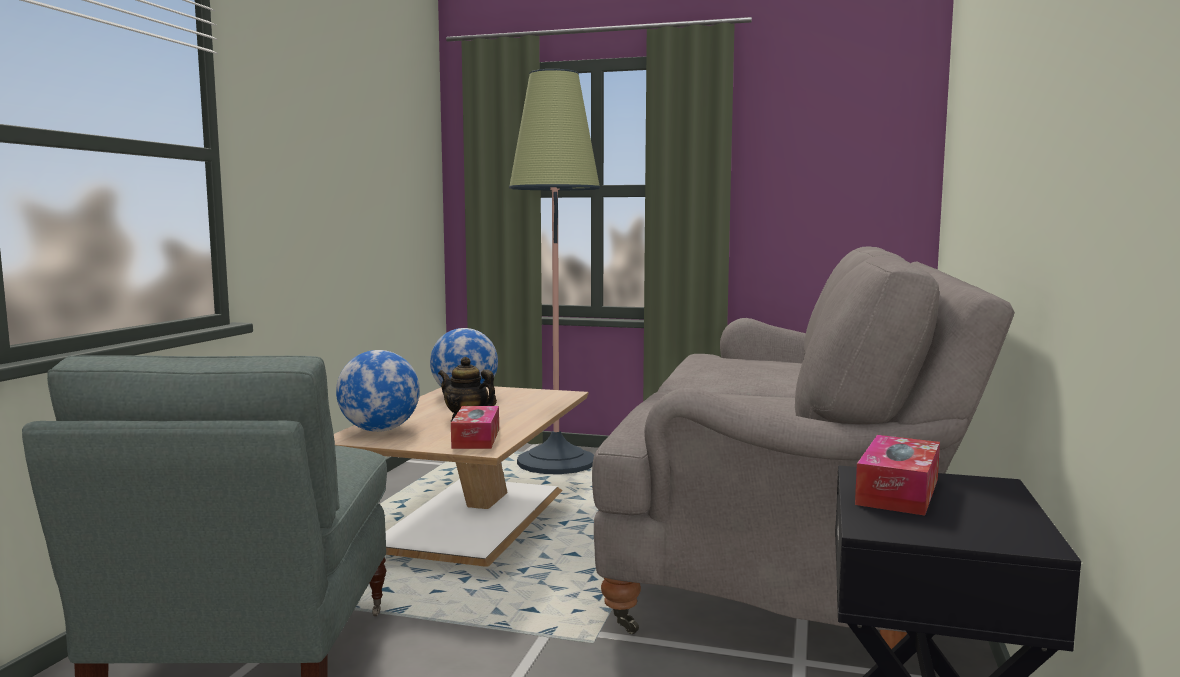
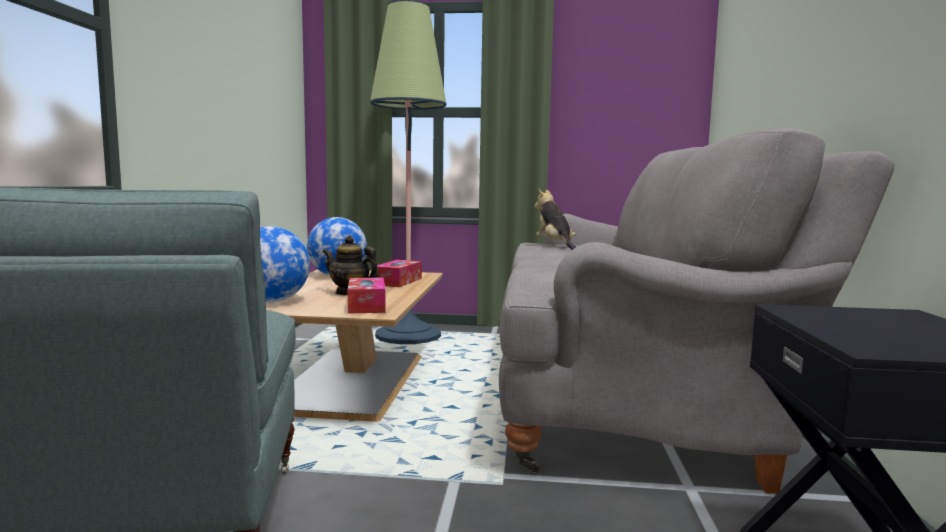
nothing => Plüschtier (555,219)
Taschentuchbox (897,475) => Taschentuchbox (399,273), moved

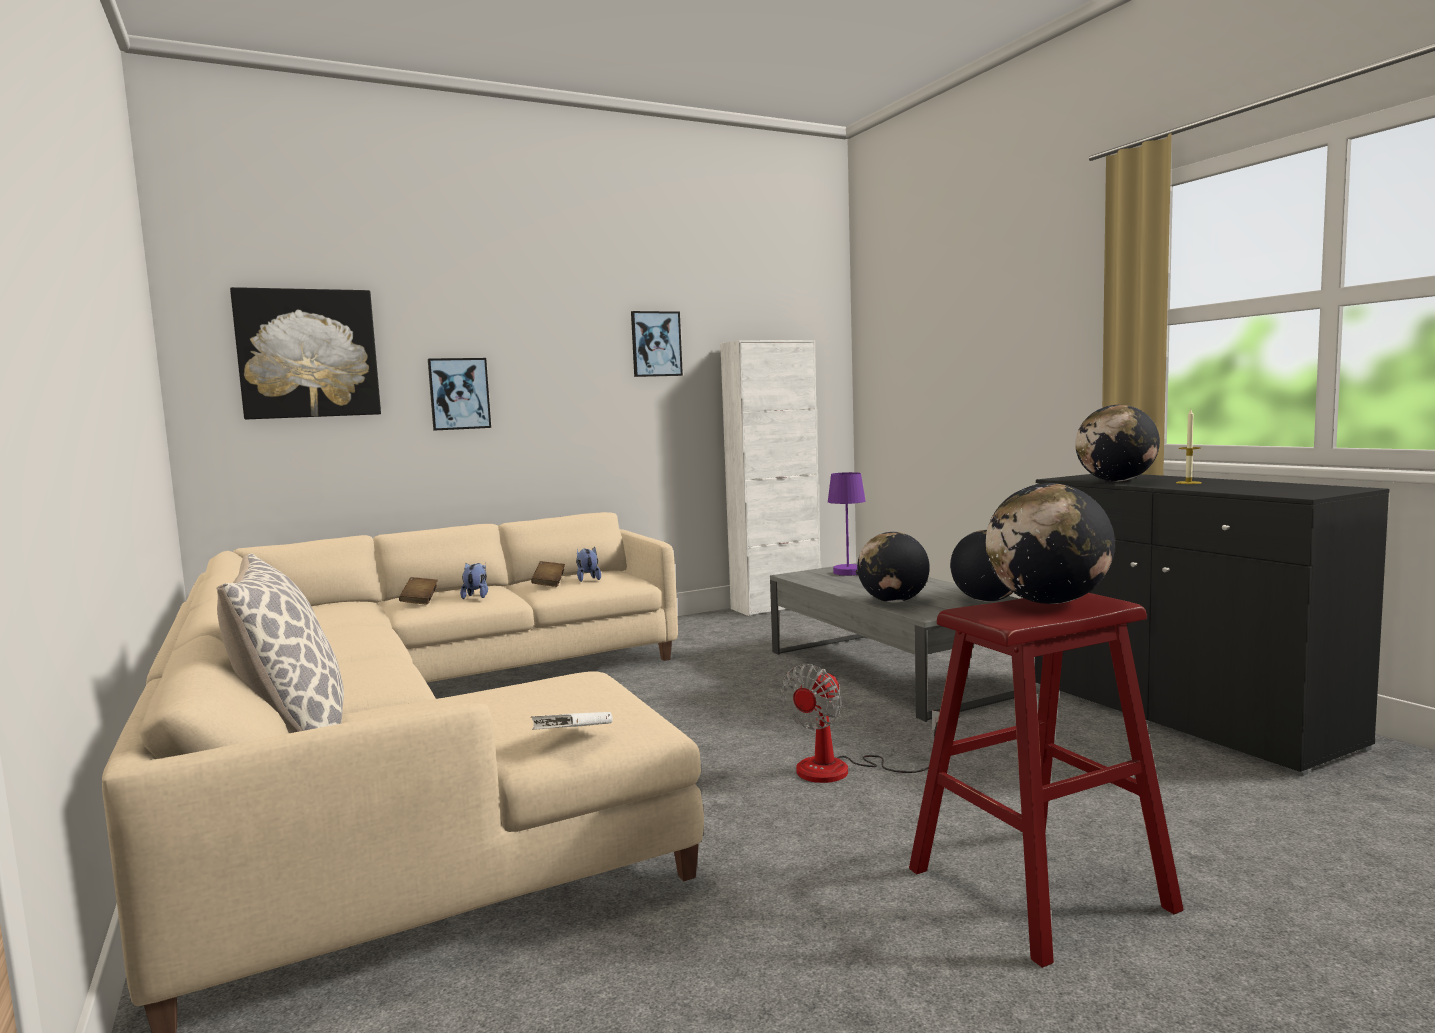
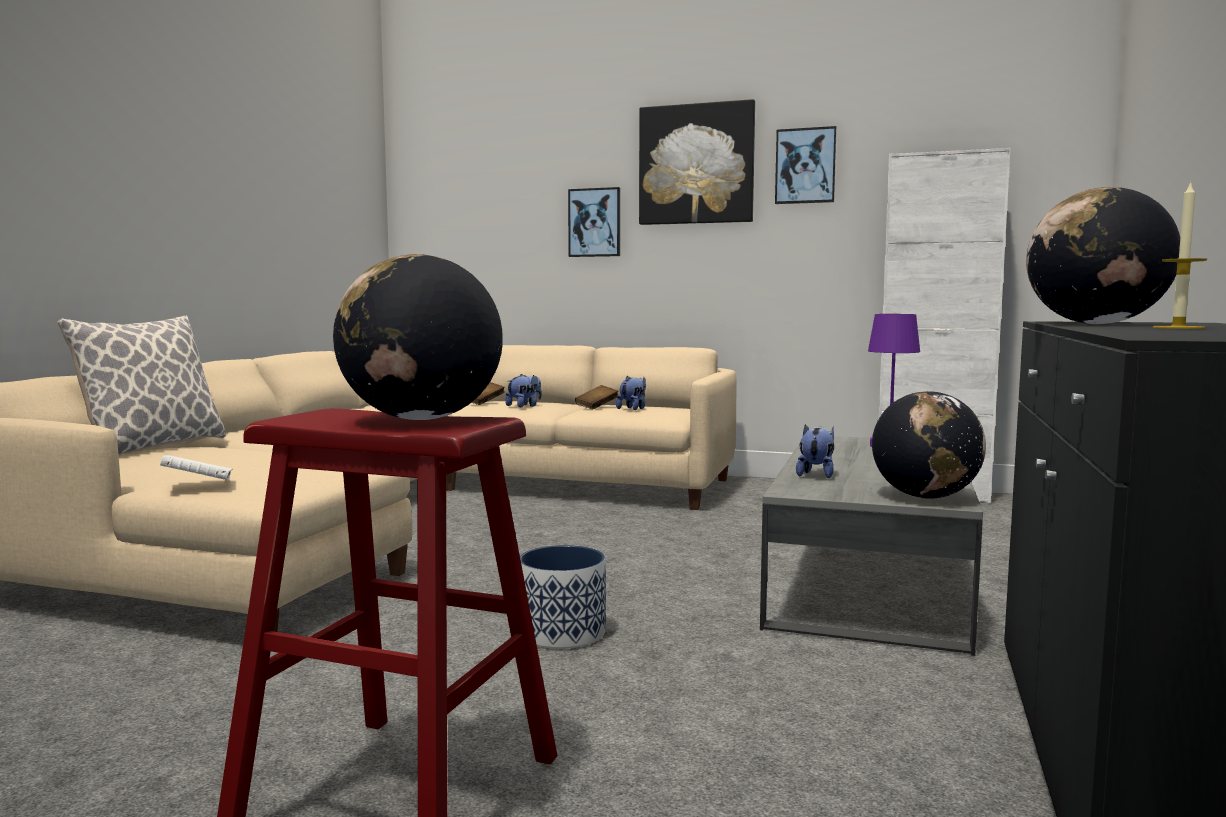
Bild (305,353) => Bild (697,162), moved
Ventilator (860,723) => Pflanzkübel (563,597)
Globus (893,567) => Plüschtier (815,451)

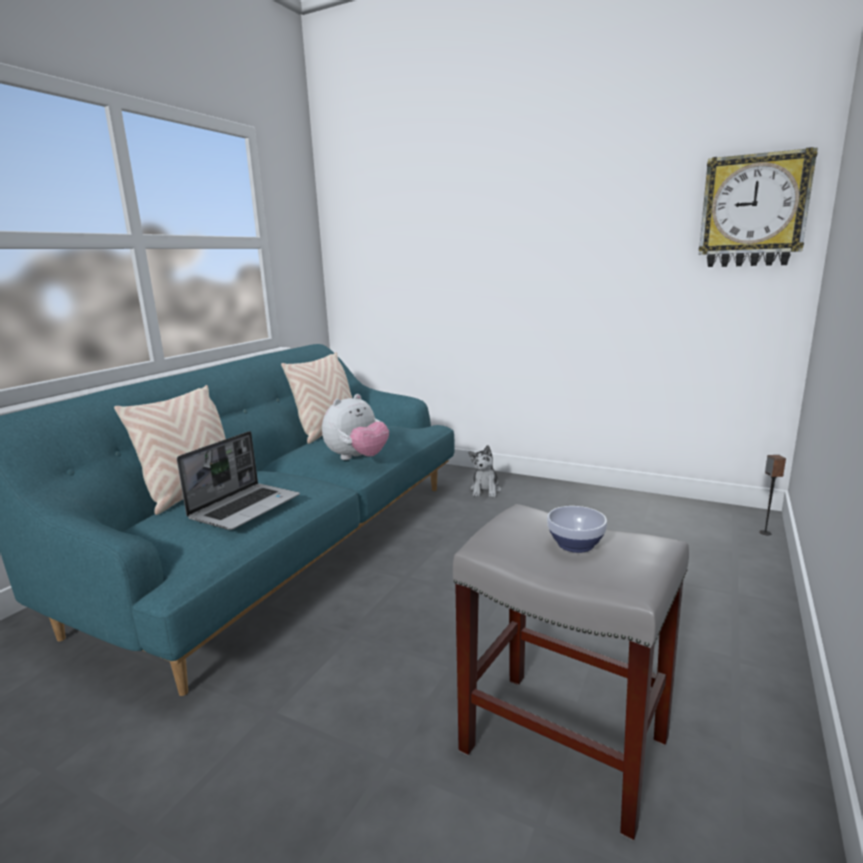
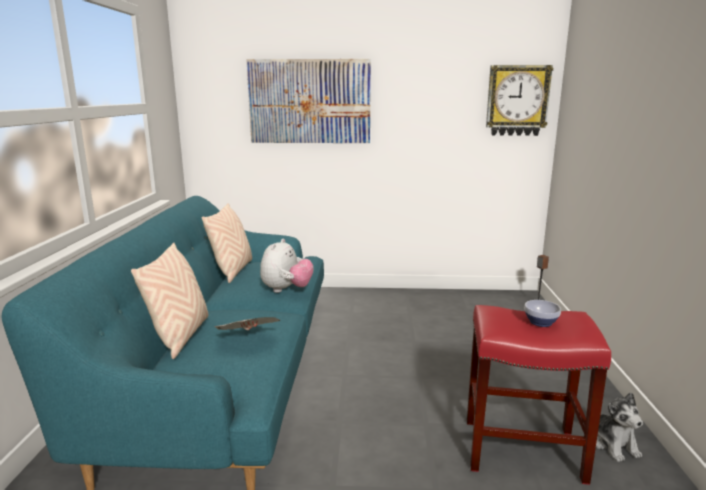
nothing => Bild (308,101)
Plüschtier (485,471) => Plüschtier (619,427), moved
Laptop (238,480) => Zeitung (247,323)
Hocker (grau) (571,672) => Hocker (rot) (539,395)

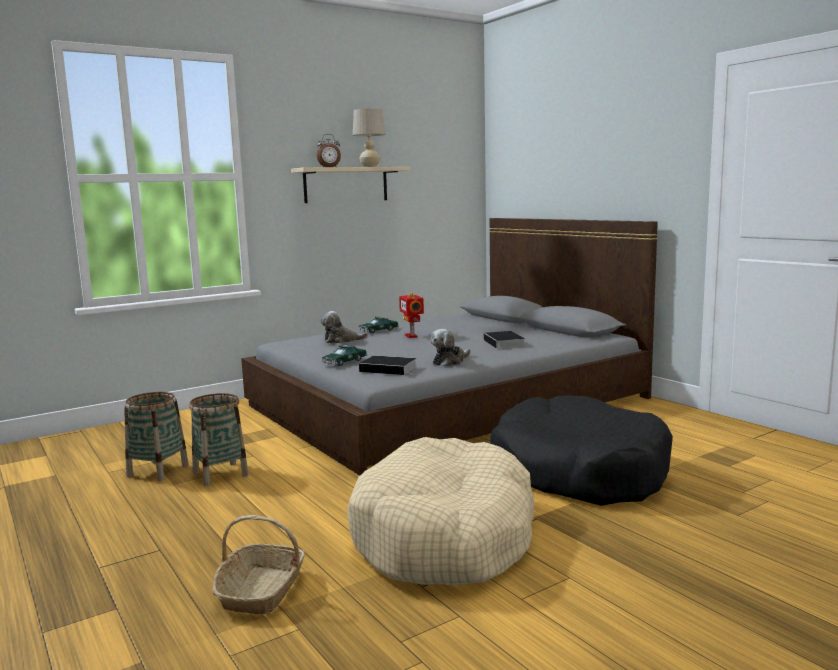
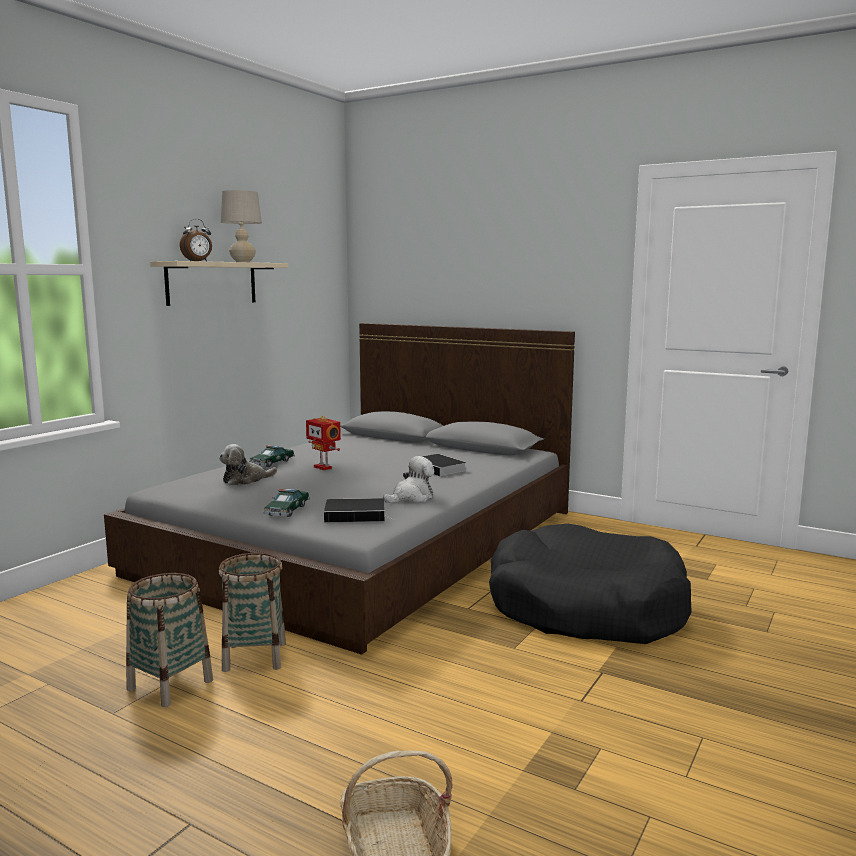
Hundebett (beige) (440,511) => nothing
Korb (156,436) => Korb (252,612), moved
Plüschtier (450,347) => Plüschtier (408,479), 150 degrees counterclockwise

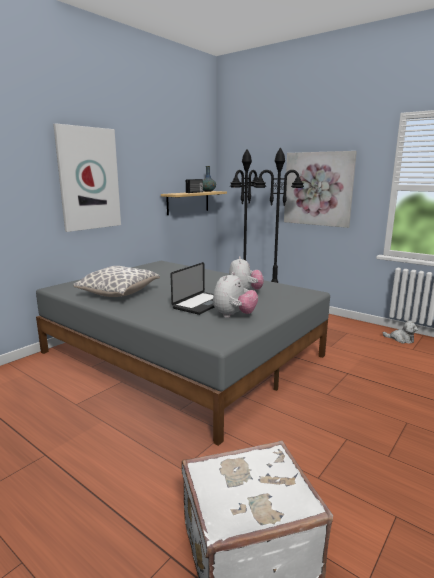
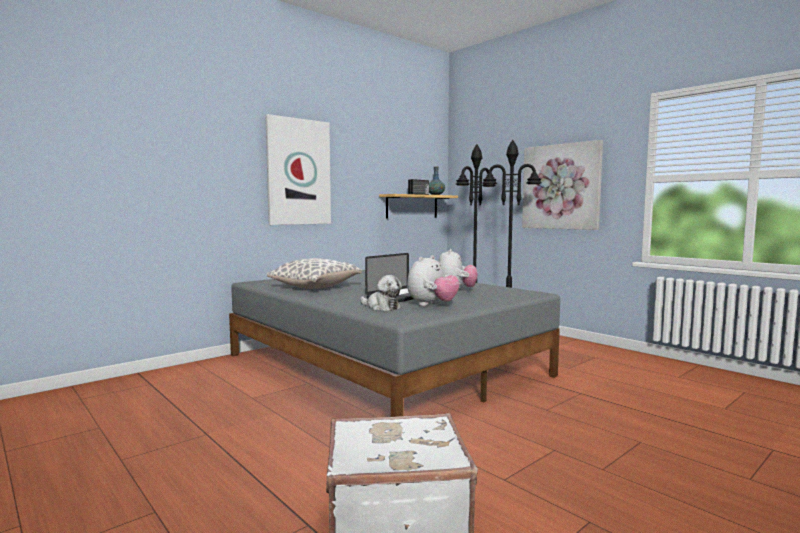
Plüschtier (400,332) => Plüschtier (381,293), moved

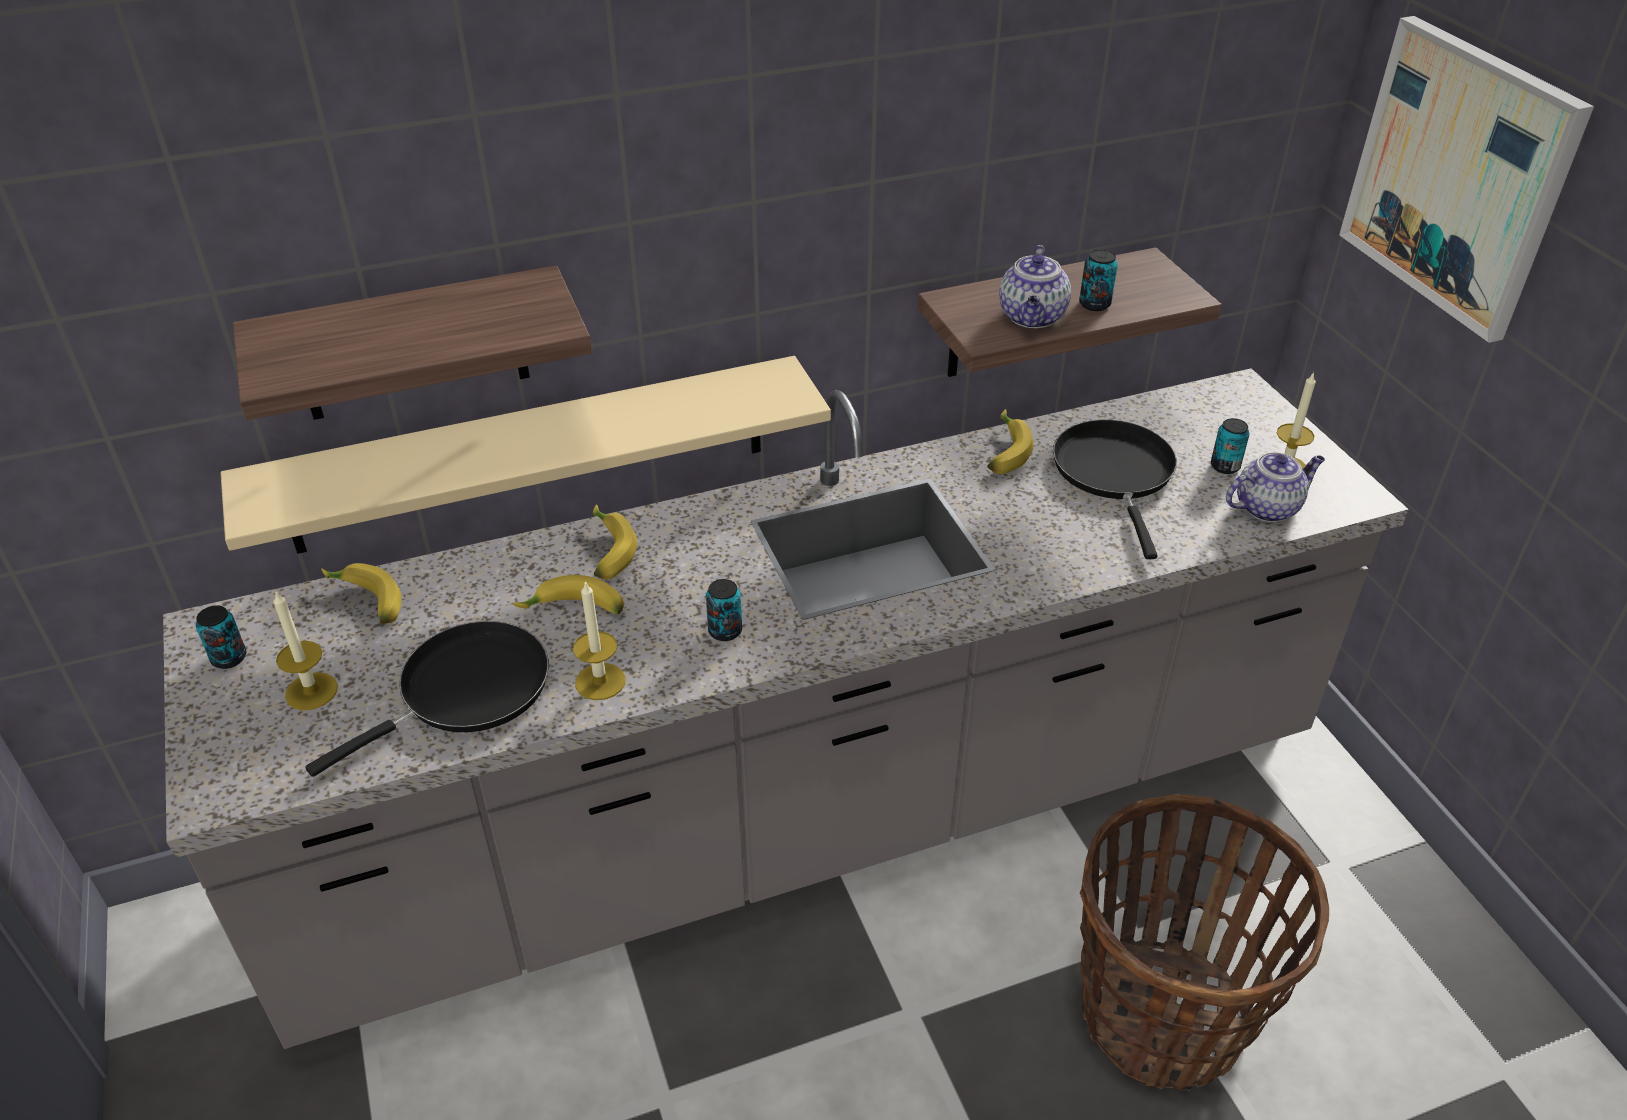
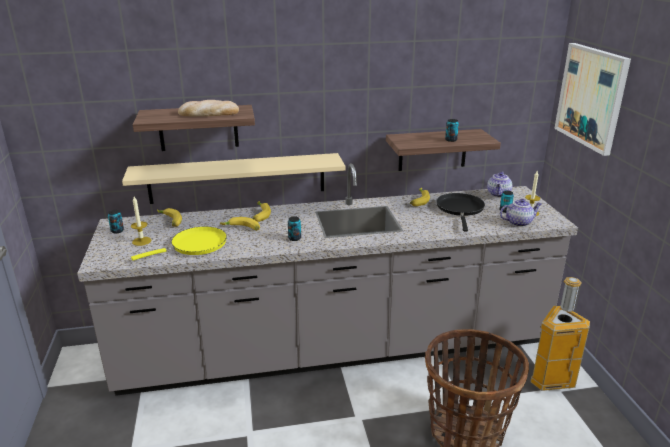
Kerze (599,640) => nothing
nothing => Brot (208,108)
nothing => Mülleimer (560,334)
Teekanne (1035,286) => Teekanne (499,184), moved
Pfanne (schwarz) (427,699) => Pfanne (gelb) (179,243)

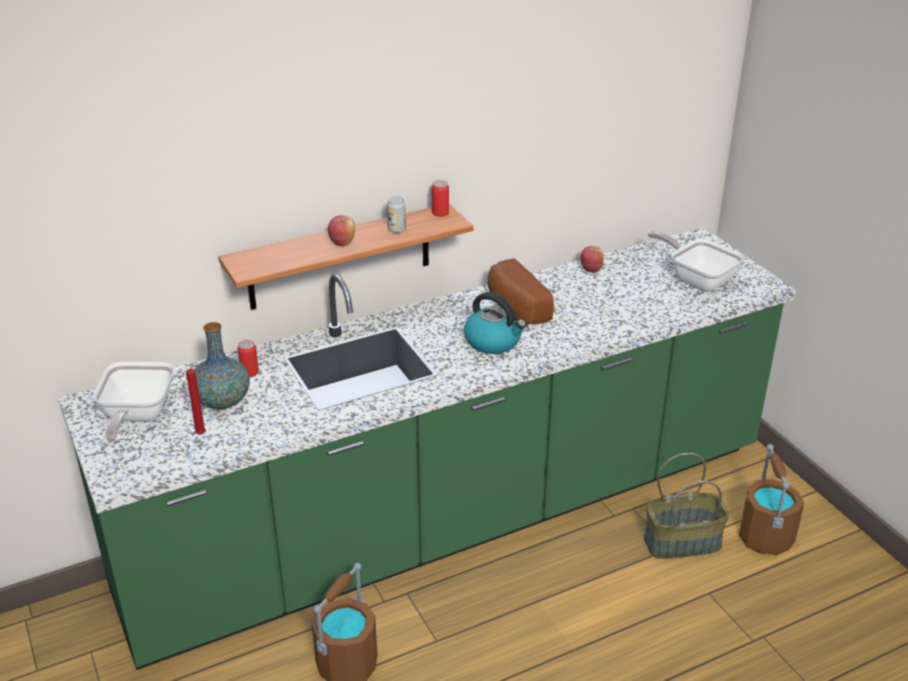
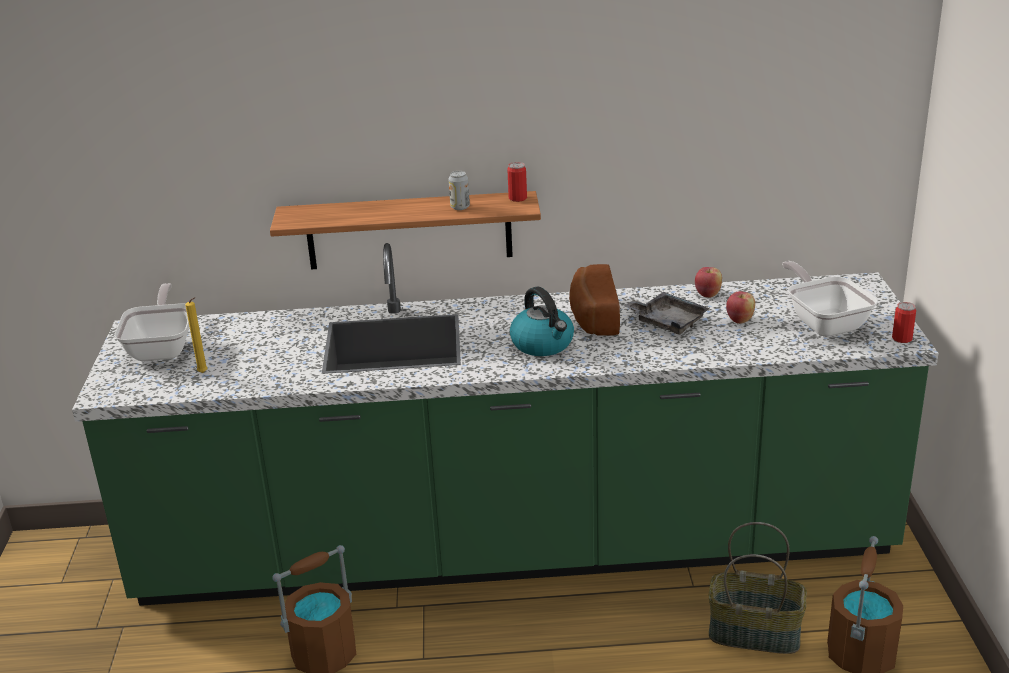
Vase (222,365) => nothing
nothing => Tablett (grau) (667,313)
Dose (248,358) => Dose (904,322), moved
Apfel (341,231) => Apfel (740,307), moved
Kerze (rot) (196,399) => Kerze (gelb) (196,335)
Pfanne (133,402) => Pfanne (152,322), 150 degrees clockwise

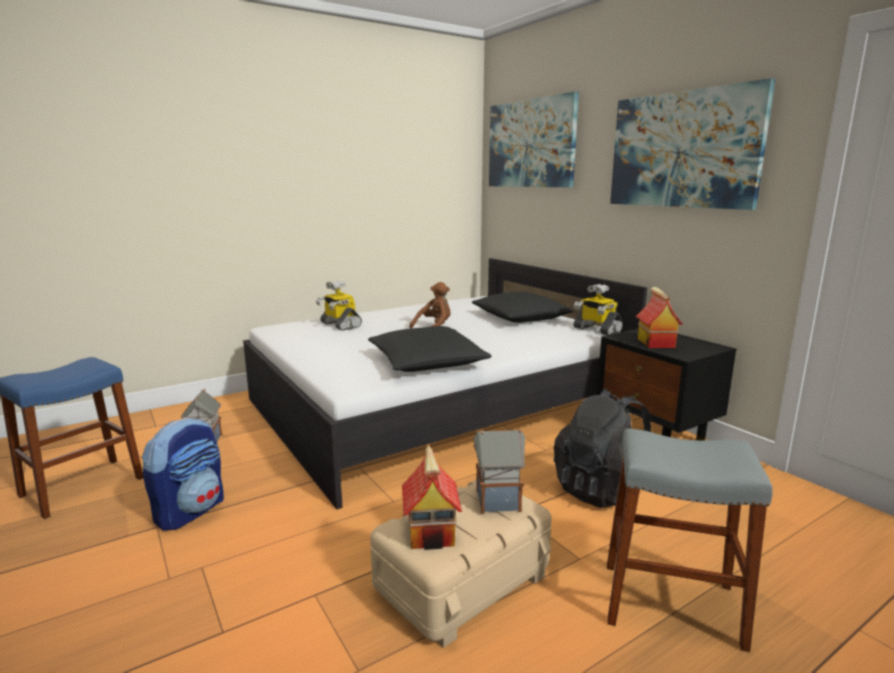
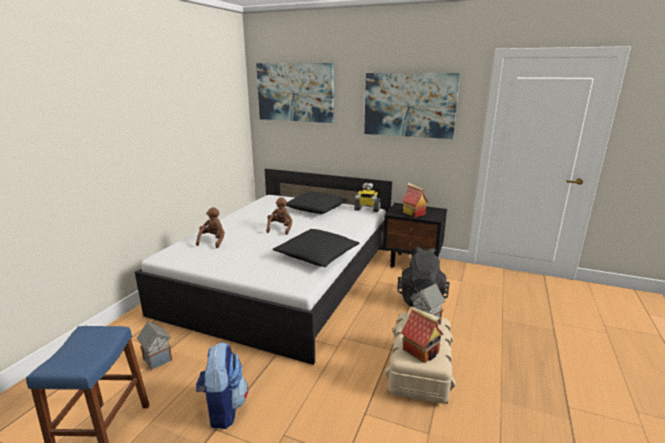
Hocker (grau) (690,540) => nothing
Spielzeugroboter (339,305) => Plüschtier (braun) (210,227)

